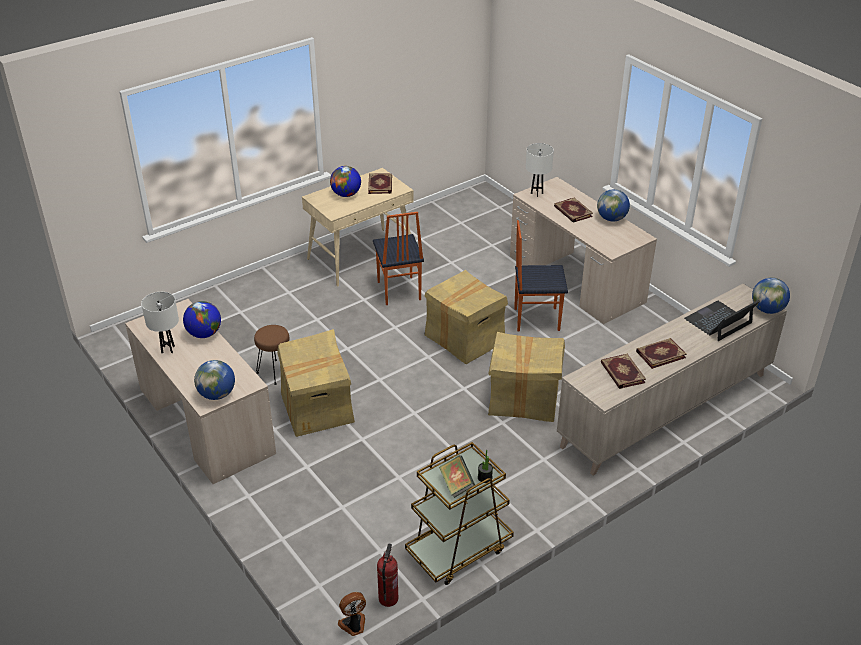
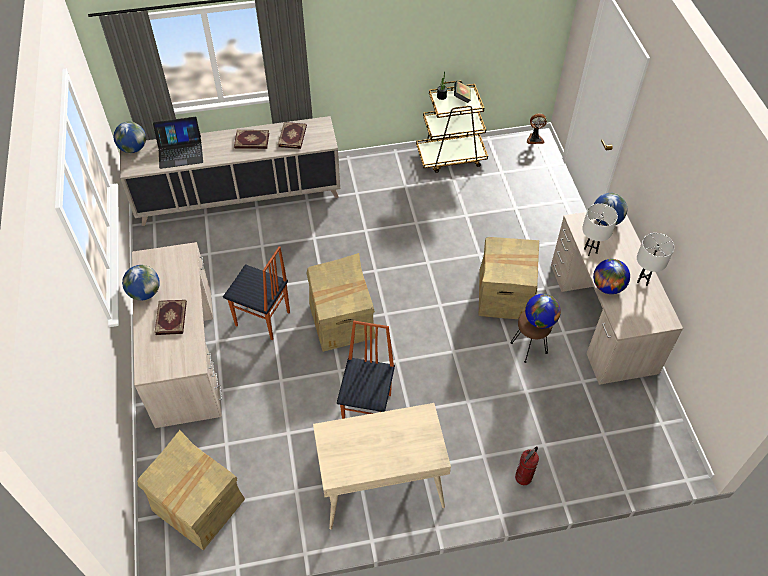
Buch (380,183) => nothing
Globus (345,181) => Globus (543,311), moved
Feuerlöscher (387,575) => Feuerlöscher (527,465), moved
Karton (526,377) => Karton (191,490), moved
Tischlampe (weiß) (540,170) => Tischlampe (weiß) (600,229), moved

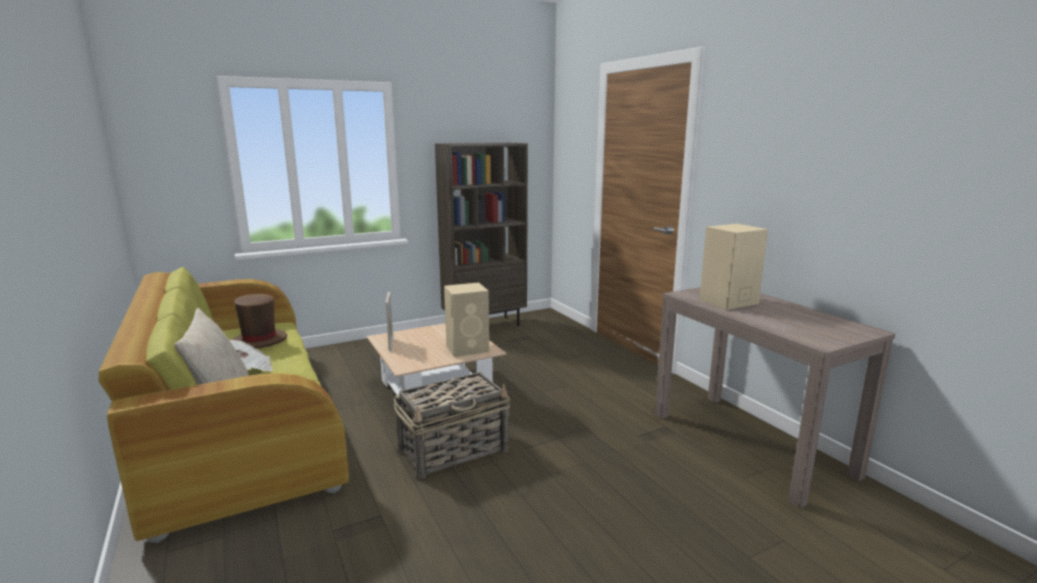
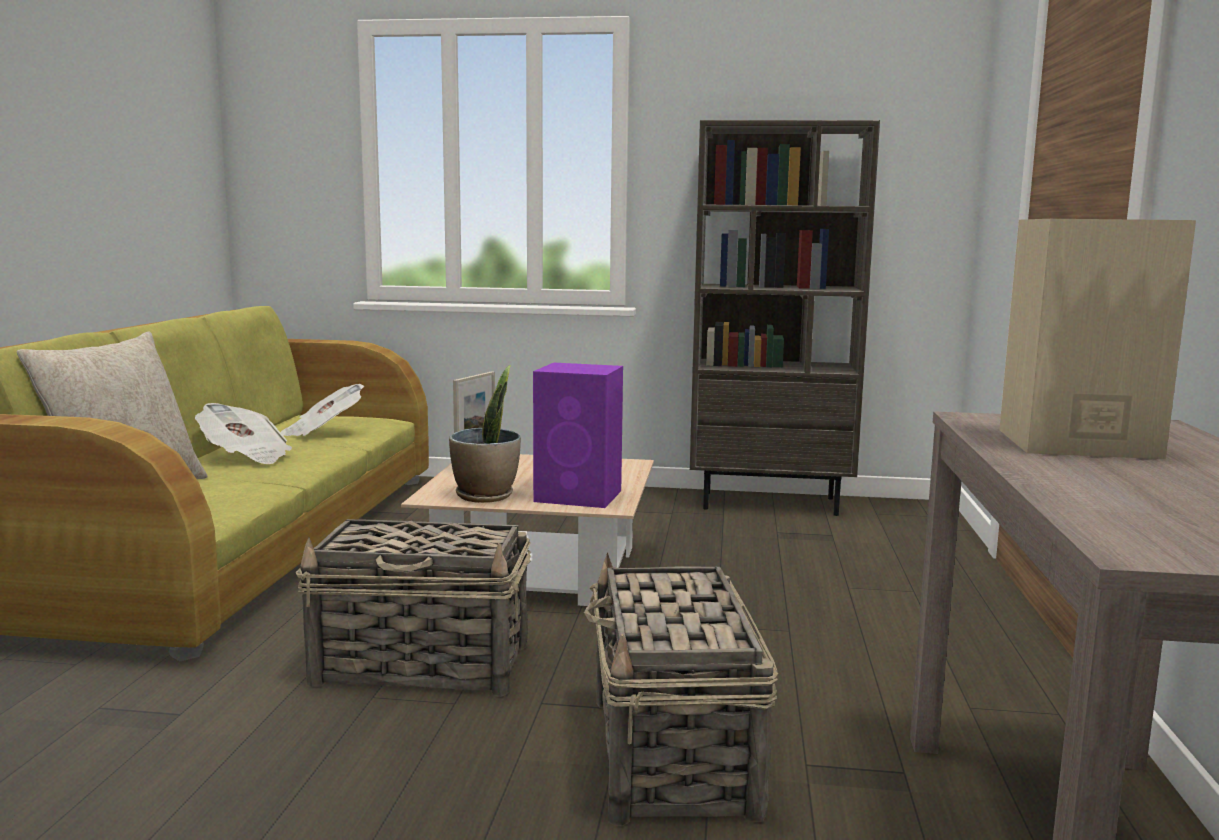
nothing => Topfpflanze (485,434)
nothing => Korb (681,689)
Hut (braun) (259,321) => Zeitung (322,410)
Lautsprecher (beige) (466,319) => Lautsprecher (lila) (578,435)

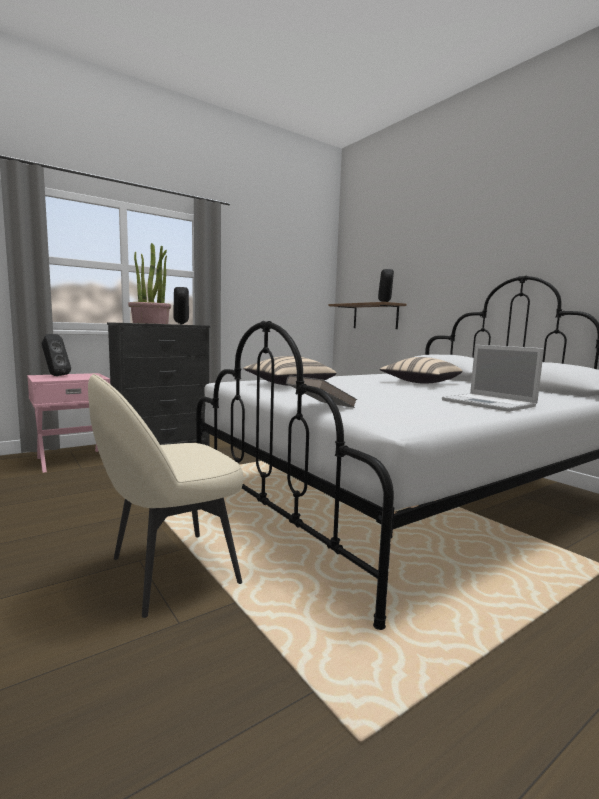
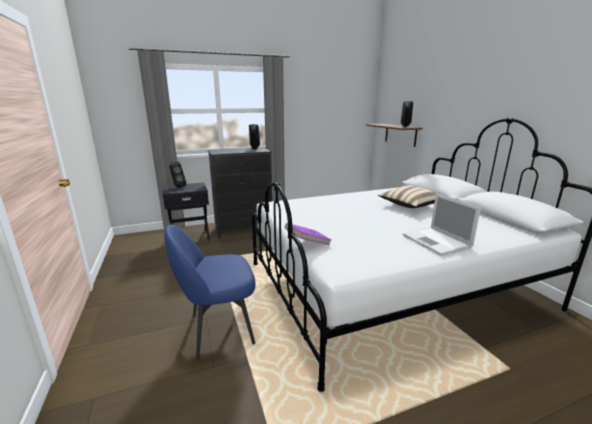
Topfpflanze (149,283) => nothing
Kissen (beige) (289,371) => nothing
Nachttisch (rosa) (68,423) => Nachttisch (schwarz) (186,211)
Stuhl (beige) (166,496) => Stuhl (blau) (210,292)
Buch (grau) (321,391) => Buch (lila) (308,234)

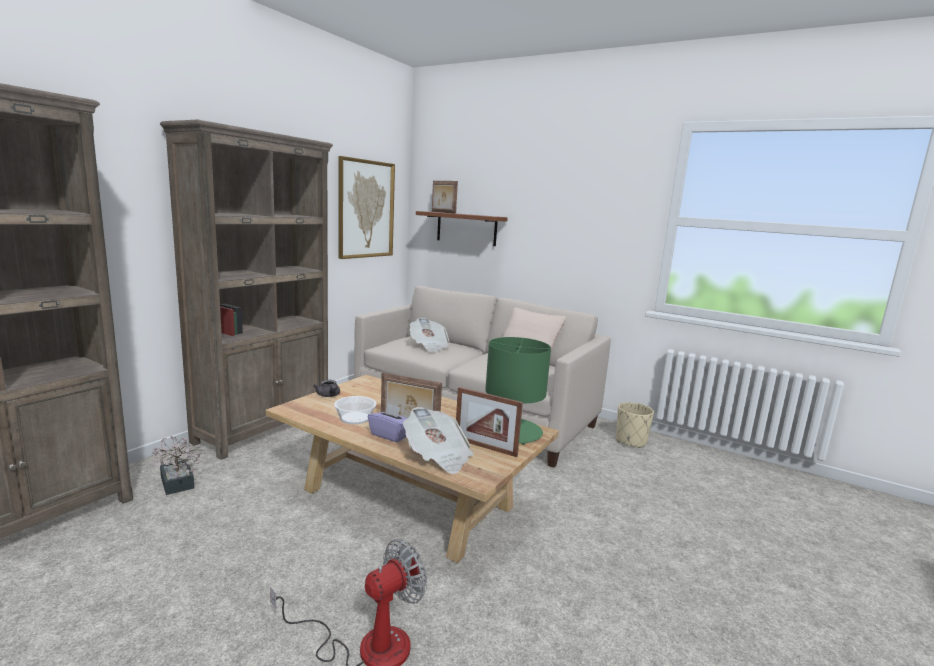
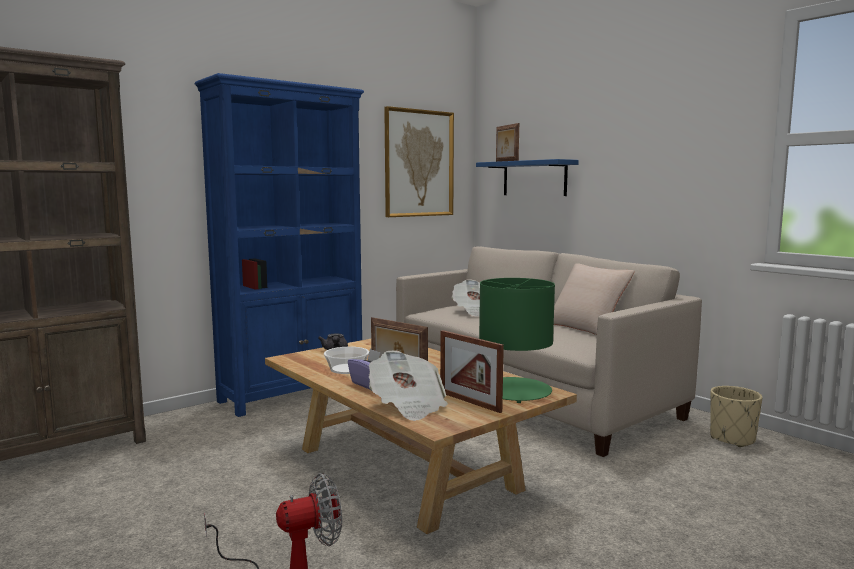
Topfpflanze (178,465) => nothing
Bücherregal (braun) (246,290) => Bücherregal (blau) (279,245)
Wandregal (braun) (462,228) => Wandregal (blau) (527,177)

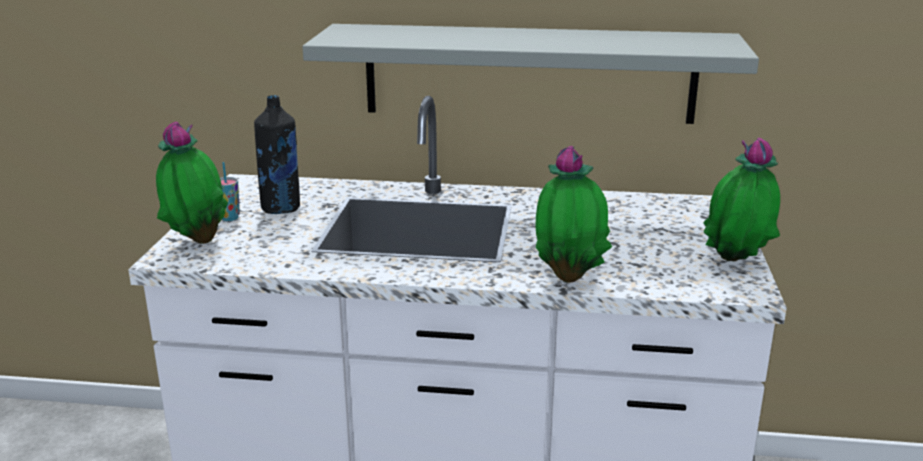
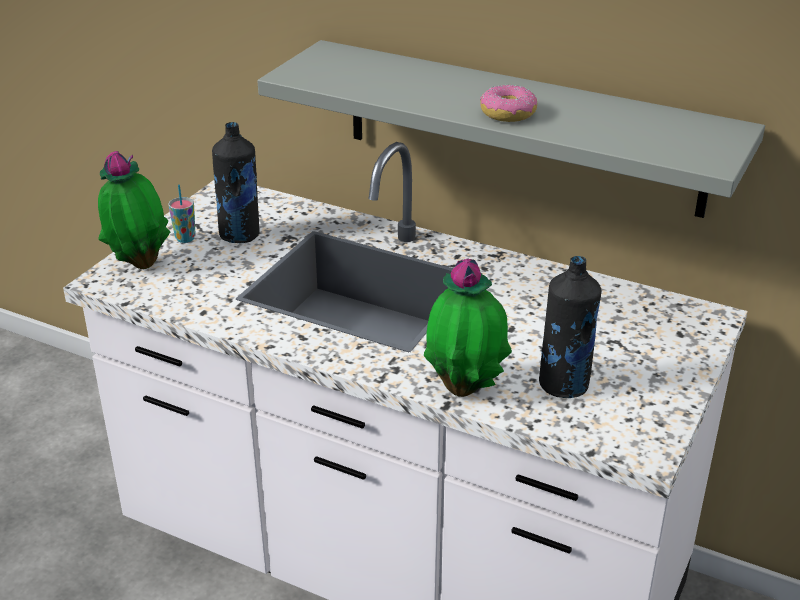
Topfpflanze (741,199) => nothing
nothing => Donut (508,103)
nothing => Flasche (schwarz) (570,327)

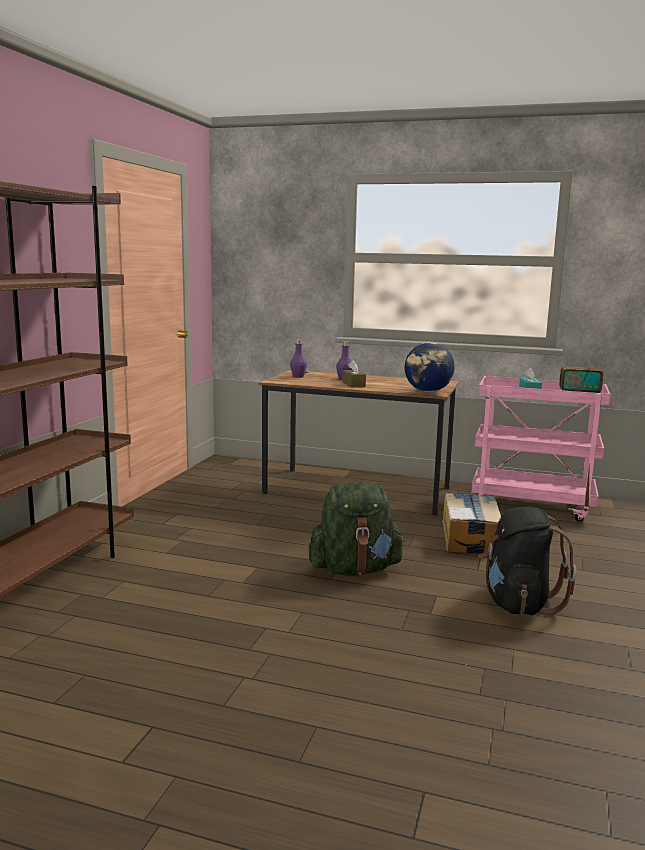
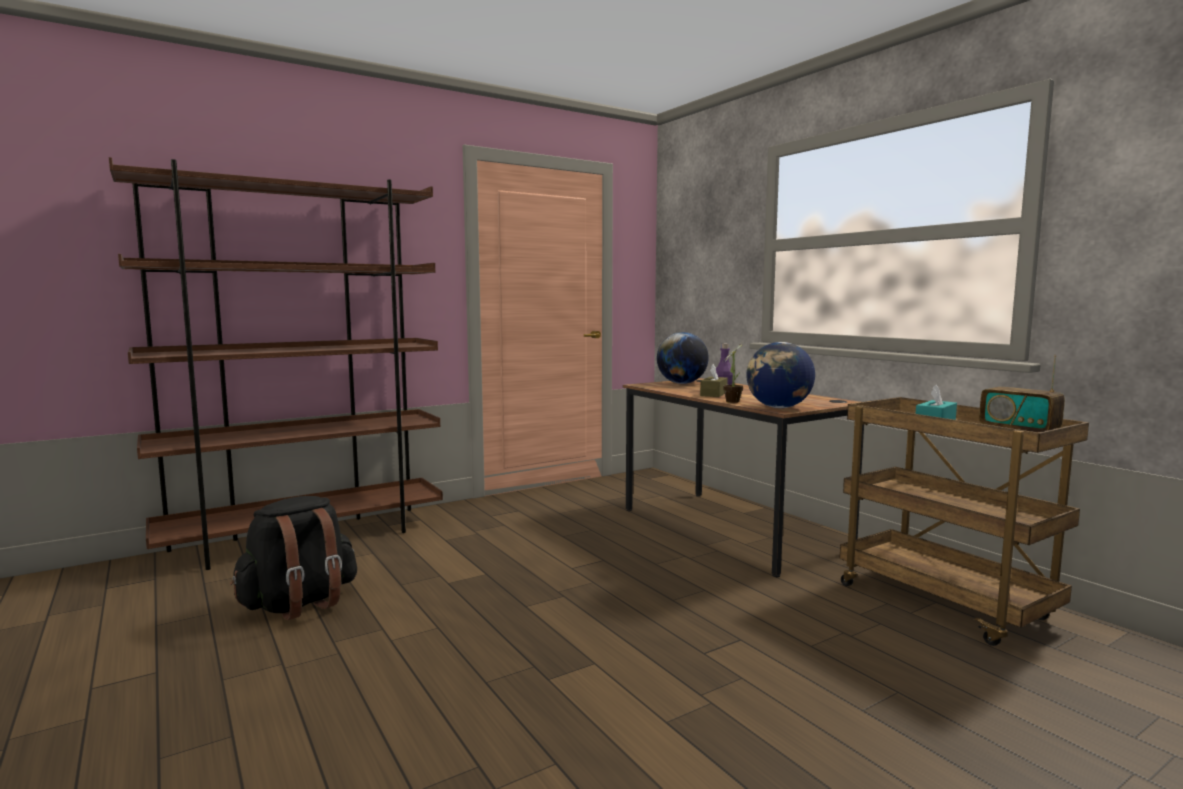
Rucksack (grün) (356,529) => nothing
Karton (472,523) => nothing
nothing => Topfpflanze (732,372)
Rucksack (schwarz) (527,560) => Rucksack (schwarz) (293,558), moved
Flasche (lila) (298,358) => Globus (683,358)
Rollwagen (rosa) (541,449) => Rollwagen (braun) (964,521)

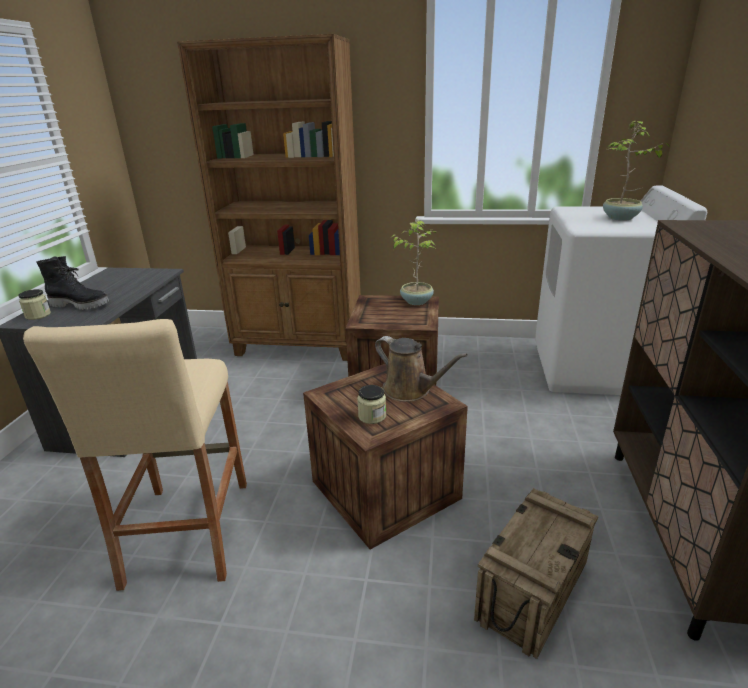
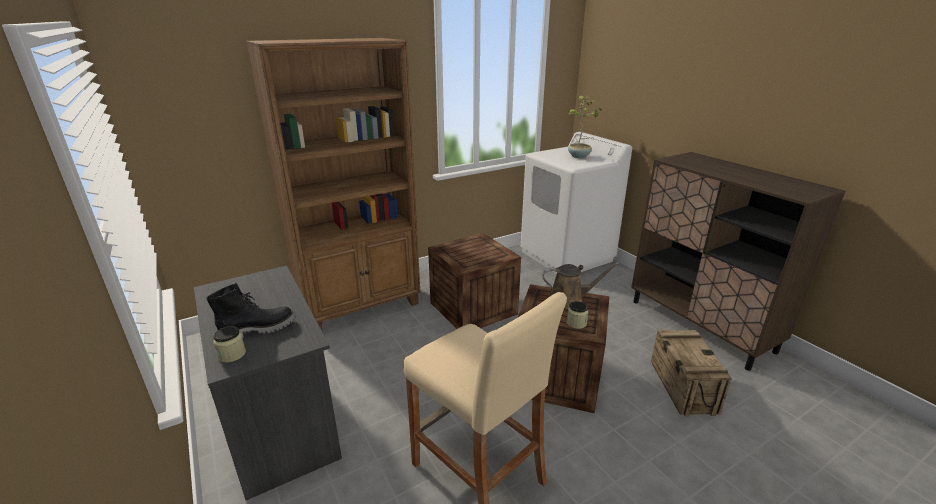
Topfpflanze (414,262) => nothing

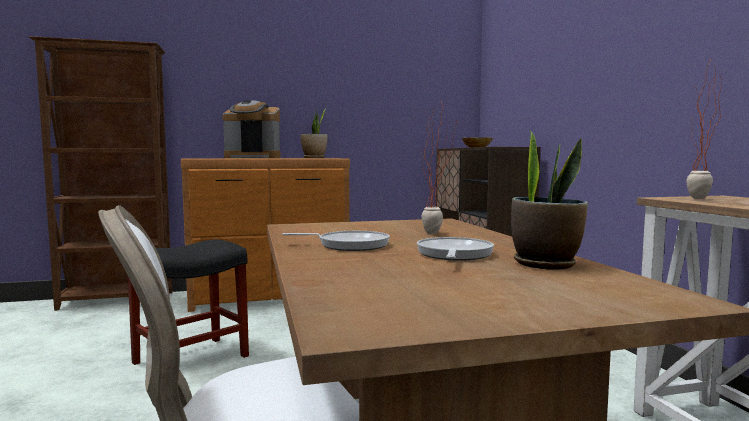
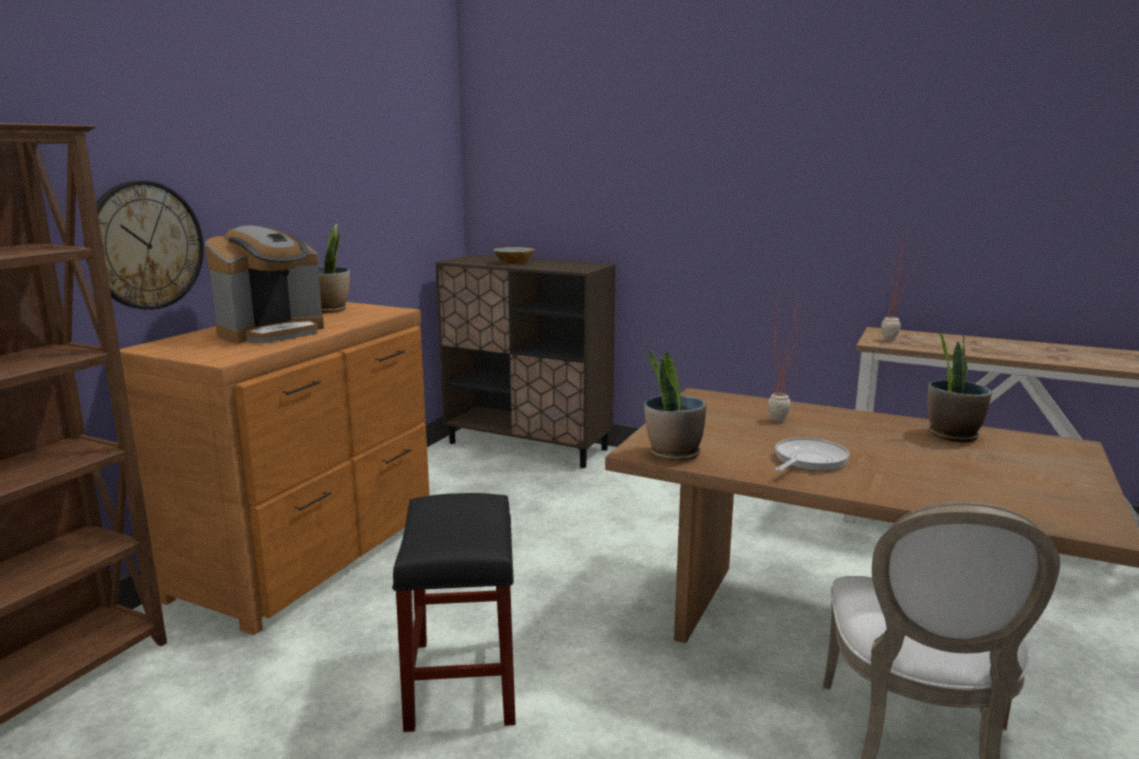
Pfanne (455,249) => nothing
nothing => Wanduhr (144,245)
nothing => Topfpflanze (675,405)

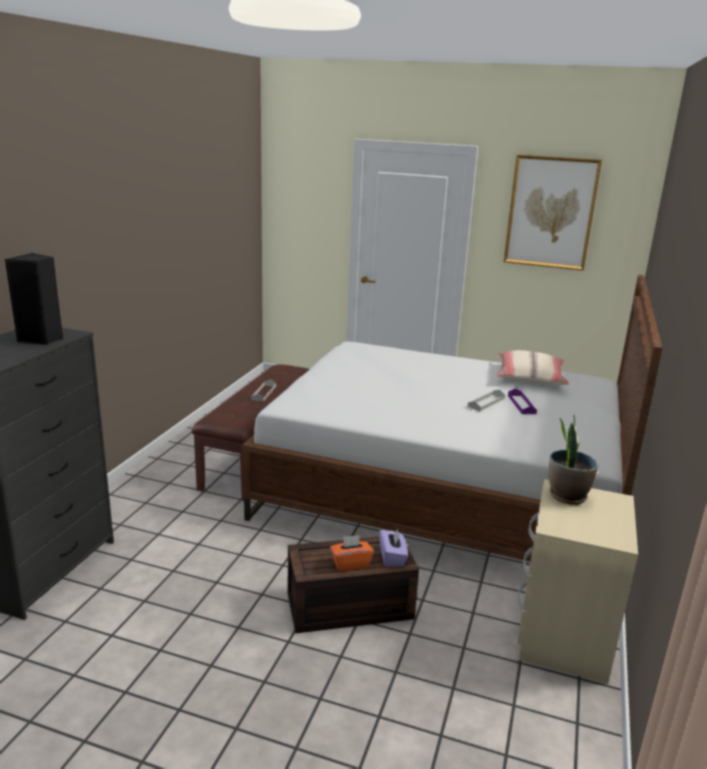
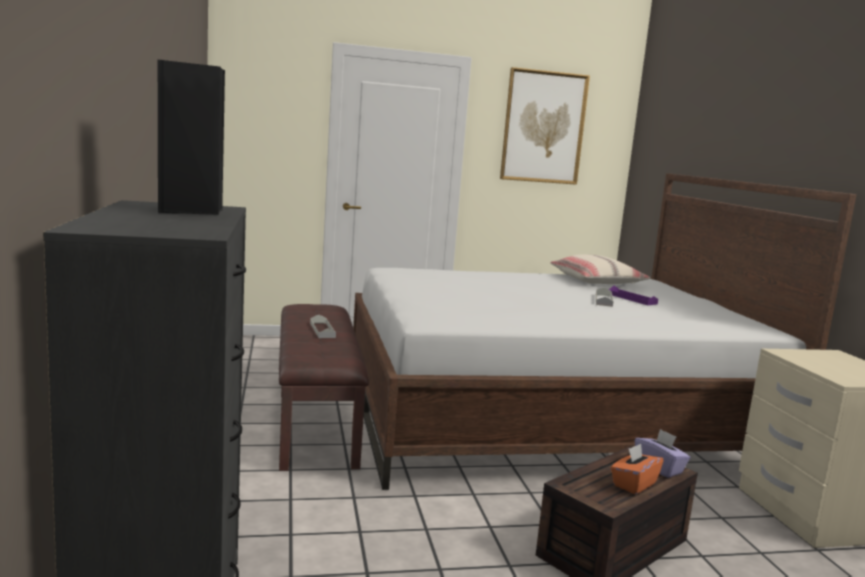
Topfpflanze (573,460) => nothing

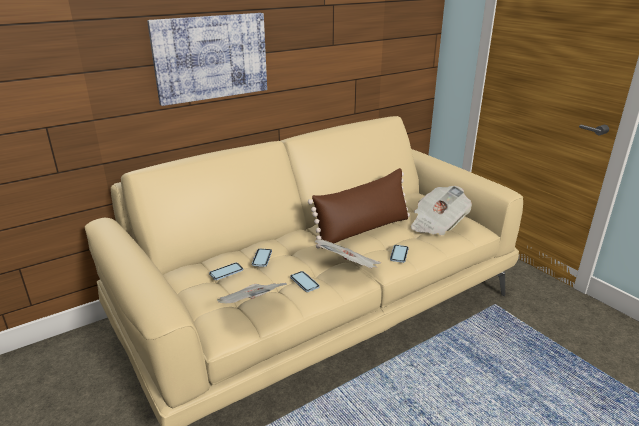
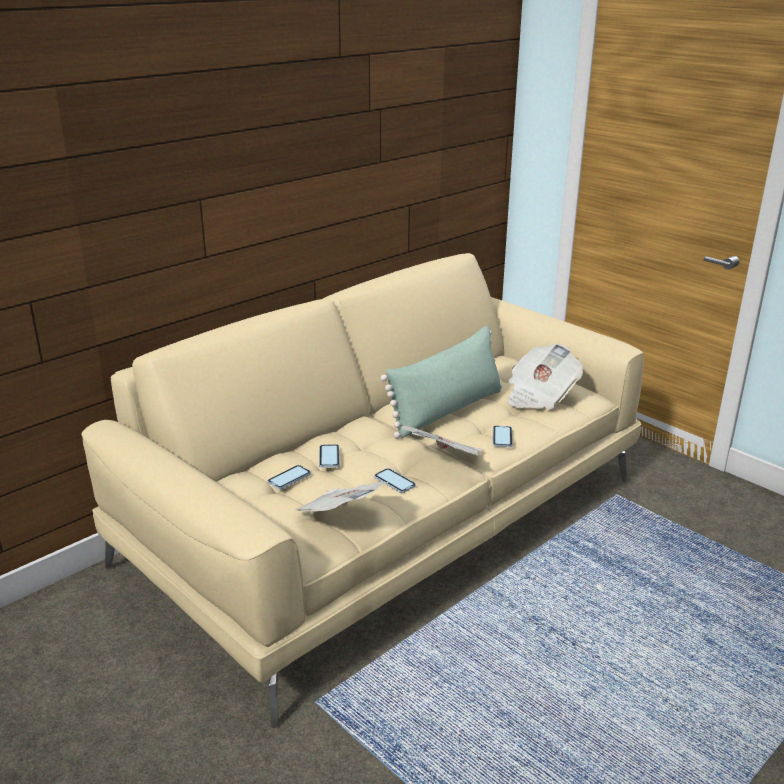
Bild (207,59) => nothing
Kissen (braun) (359,208) => Kissen (grün) (441,382)

